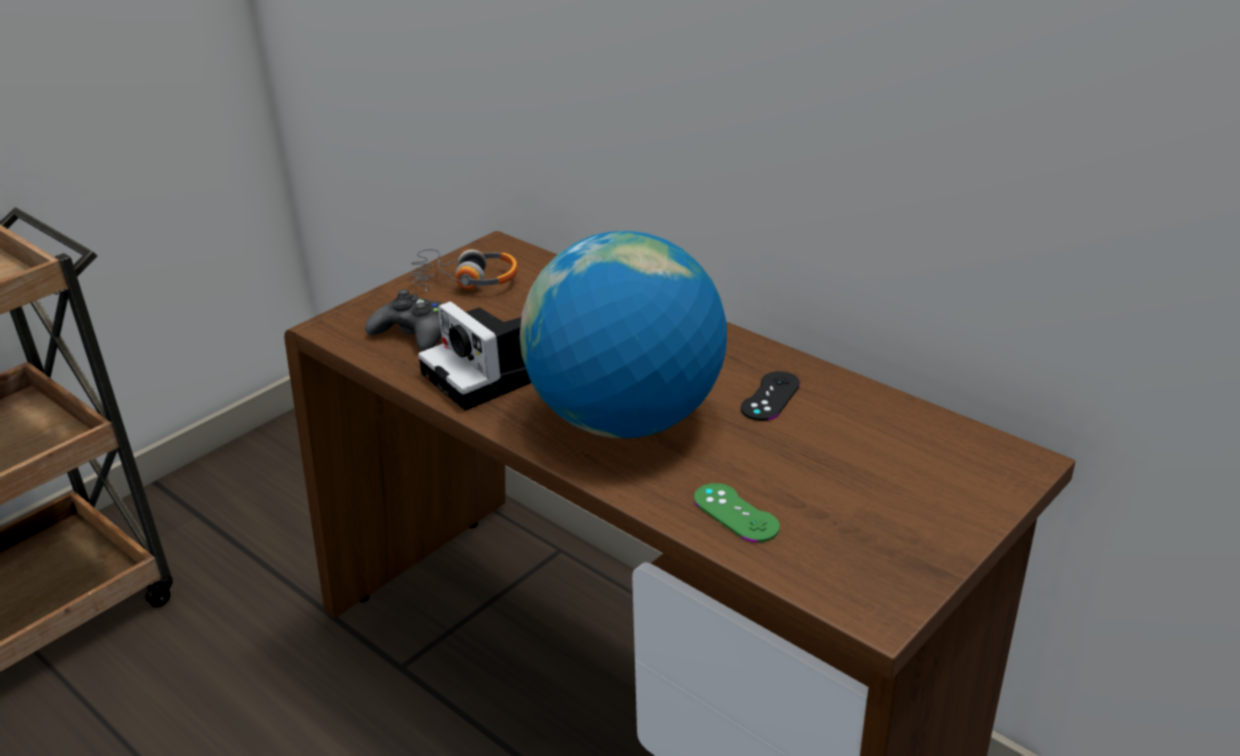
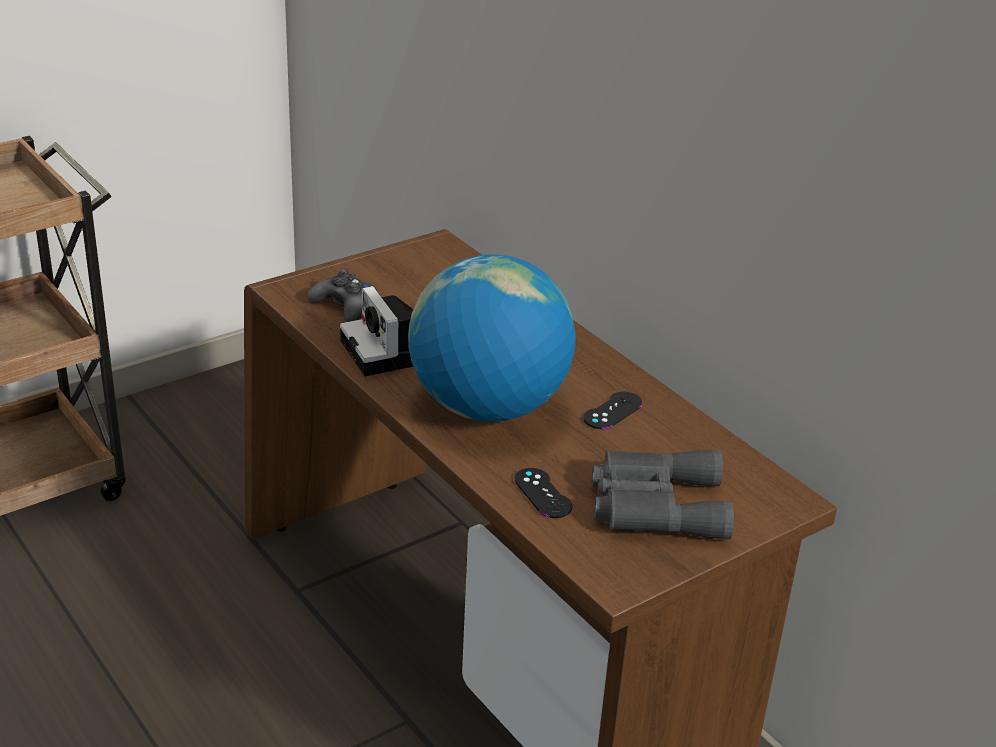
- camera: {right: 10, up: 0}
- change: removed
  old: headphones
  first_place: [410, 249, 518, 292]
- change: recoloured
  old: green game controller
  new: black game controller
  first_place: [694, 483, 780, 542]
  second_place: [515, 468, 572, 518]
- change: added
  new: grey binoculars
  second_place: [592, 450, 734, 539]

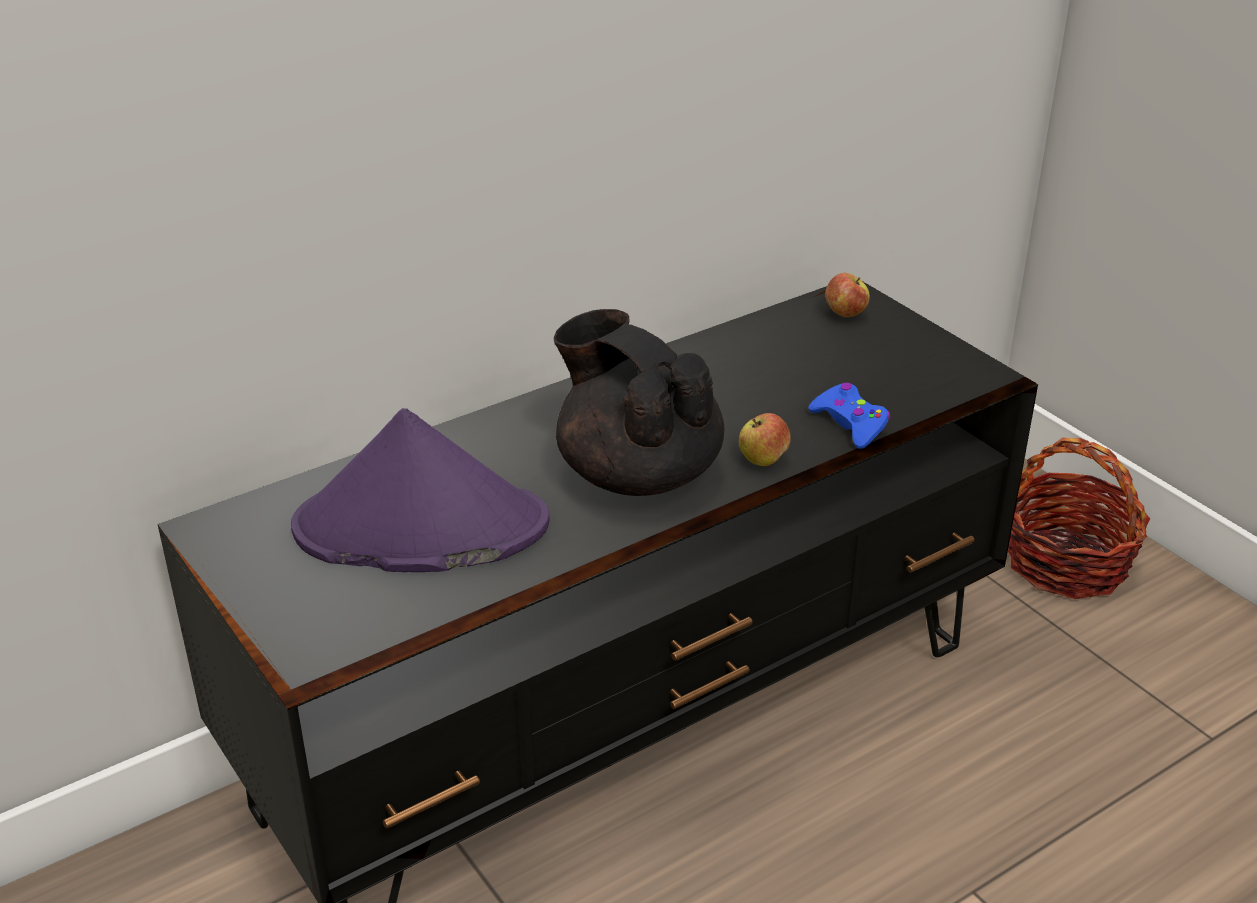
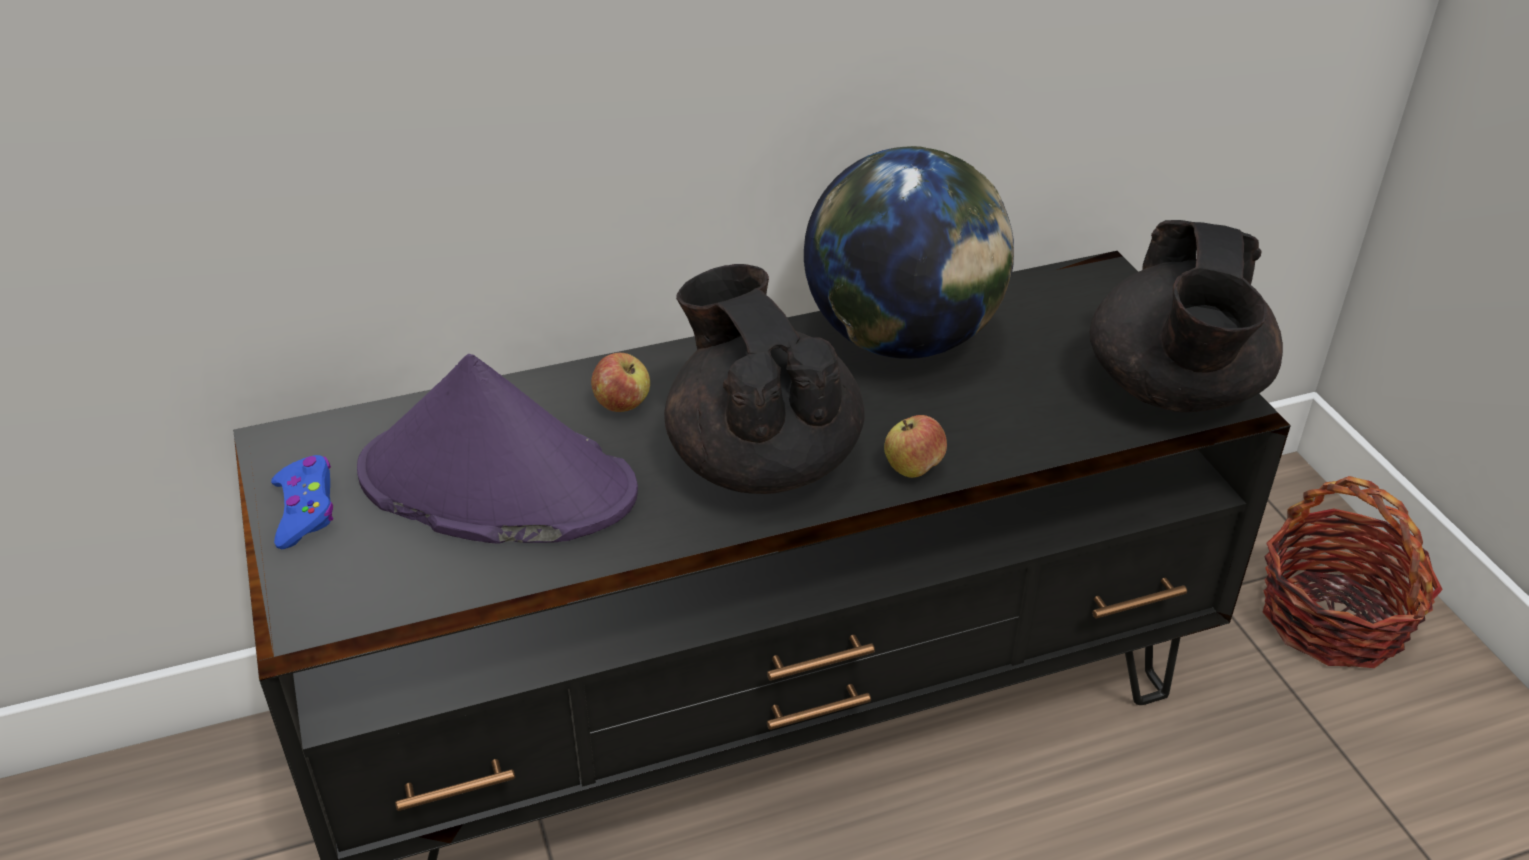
- camera: {right: 15, up: 5}
- change: moved
  old: apple
  first_place: [825, 273, 870, 317]
  second_place: [591, 353, 650, 412]
- change: moved
  old: blue game controller
  first_place: [808, 383, 890, 449]
  second_place: [271, 455, 333, 549]
- change: added
  new: globe
  second_place: [804, 146, 1014, 359]
- change: added
  new: black teapot
  second_place: [1090, 220, 1283, 412]

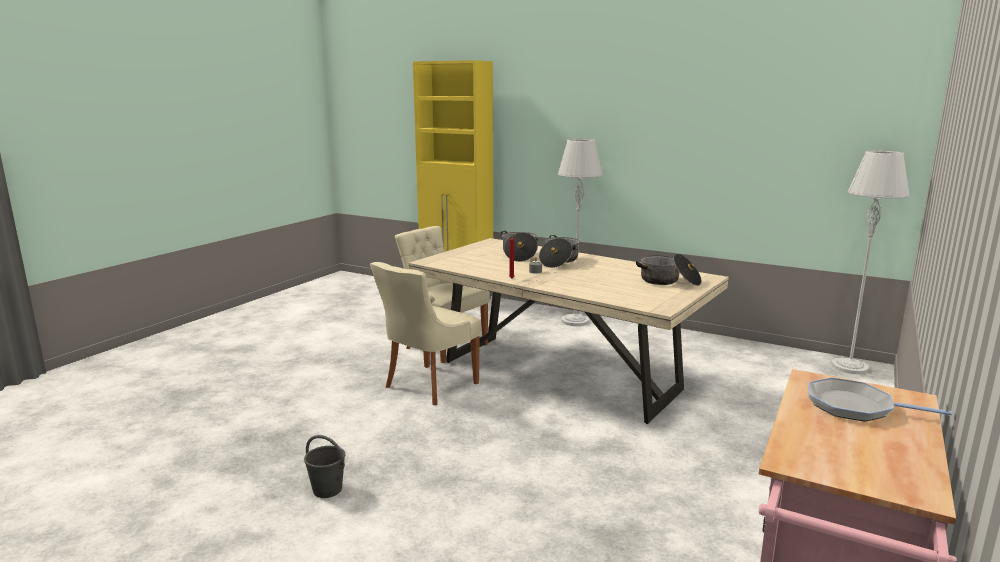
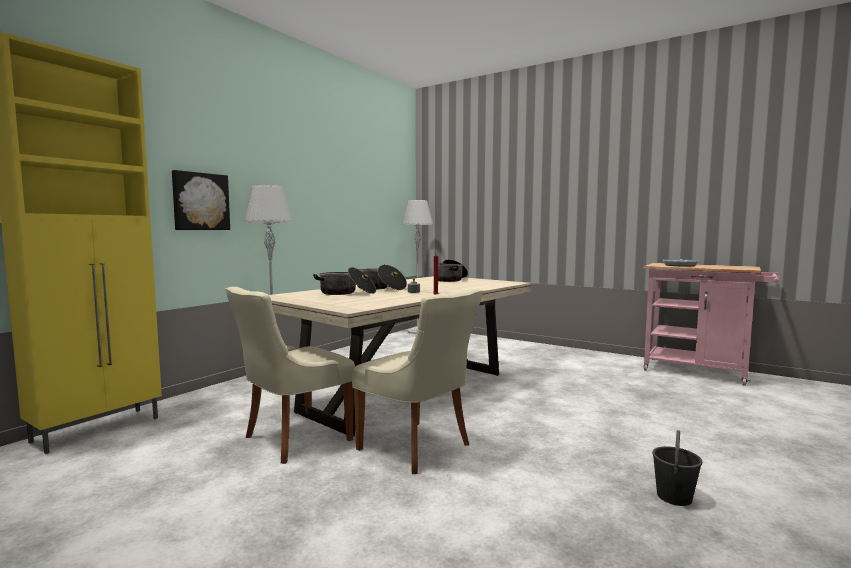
- camera: {right: -85, up: -10}
- change: added
  new: picture
  second_place: [172, 170, 230, 230]

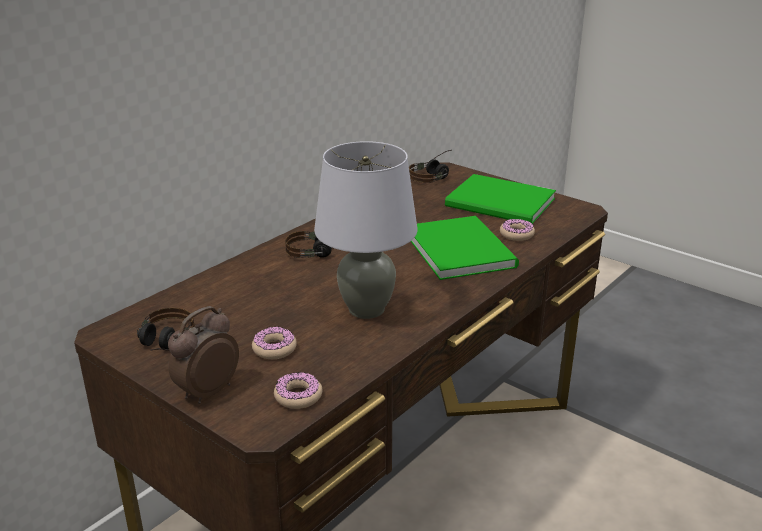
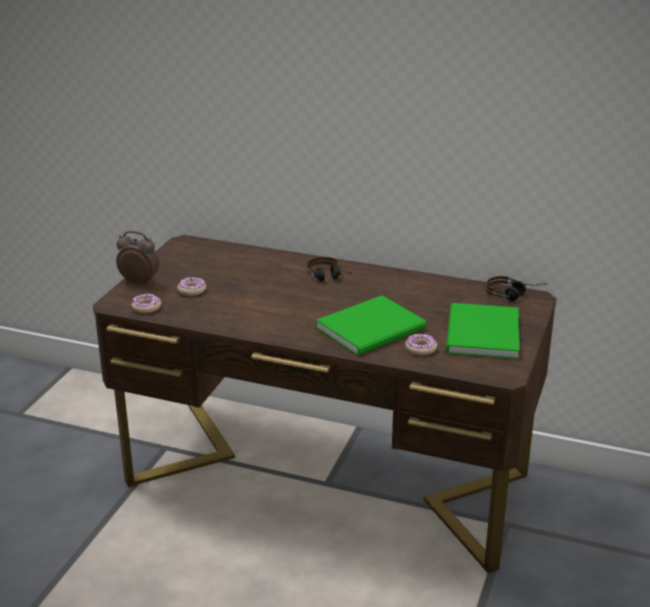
- camera: {right: 70, up: 0}
- change: removed
  old: grey table lamp
  first_place: [314, 141, 418, 319]
- change: removed
  old: headphones
  first_place: [137, 307, 195, 351]

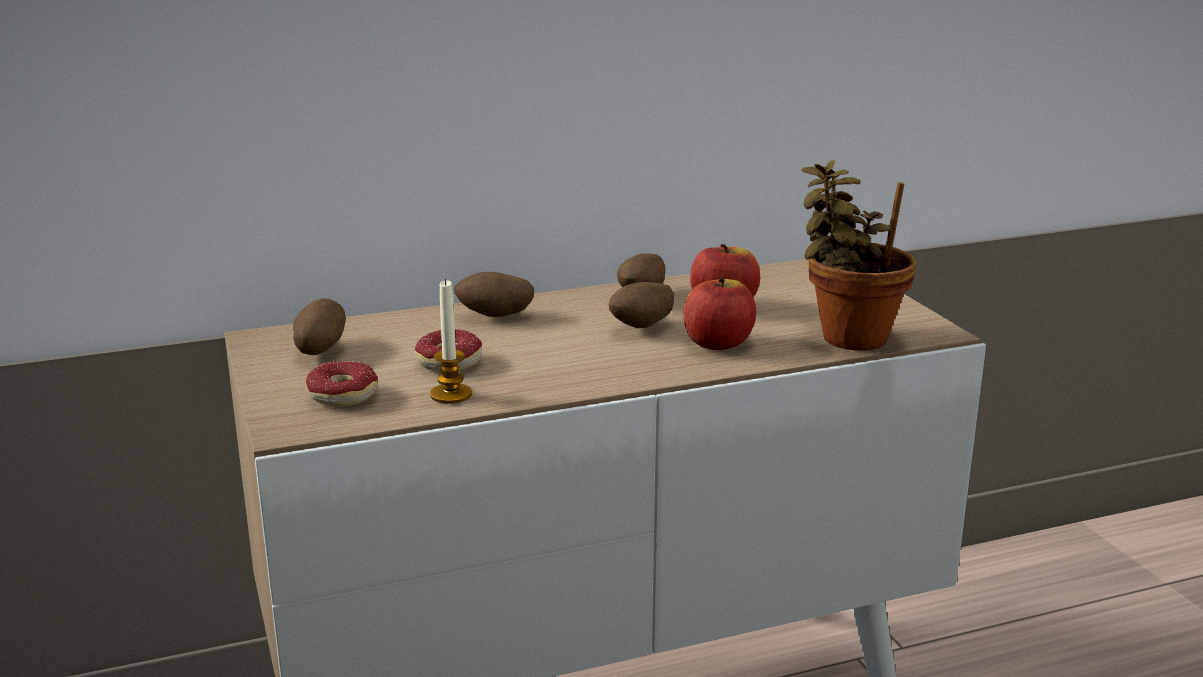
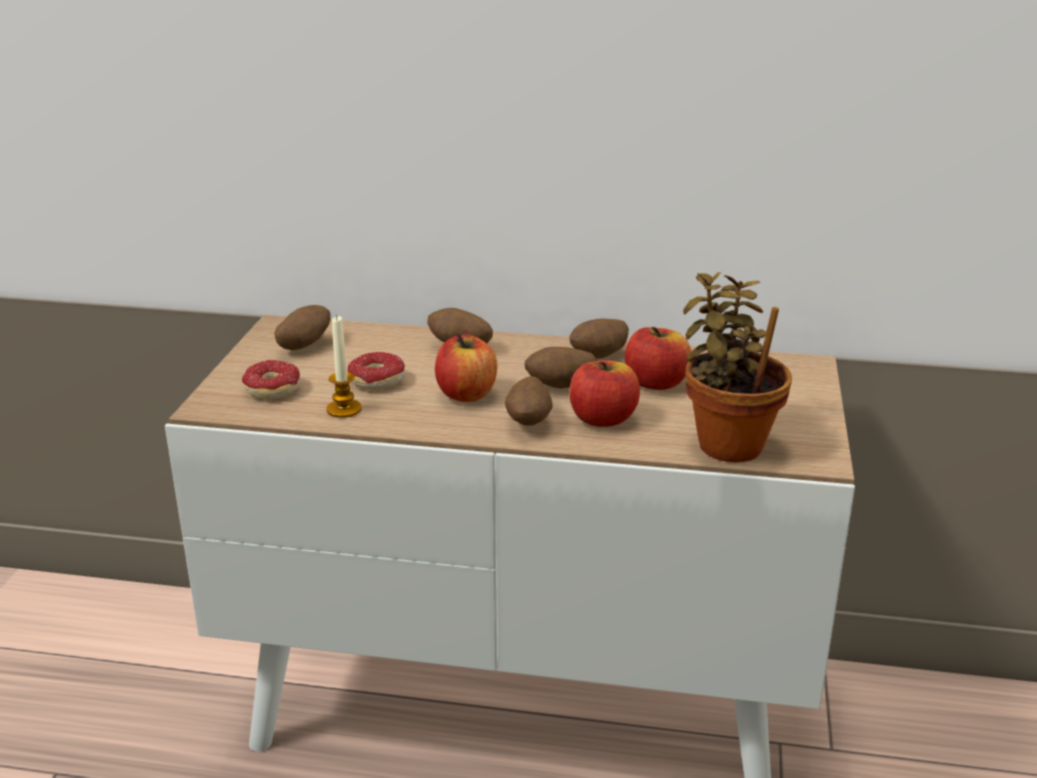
- camera: {right: 30, up: 5}
- change: added
  new: apple
  second_place: [435, 334, 497, 402]
- change: added
  new: potato
  second_place: [505, 376, 553, 426]

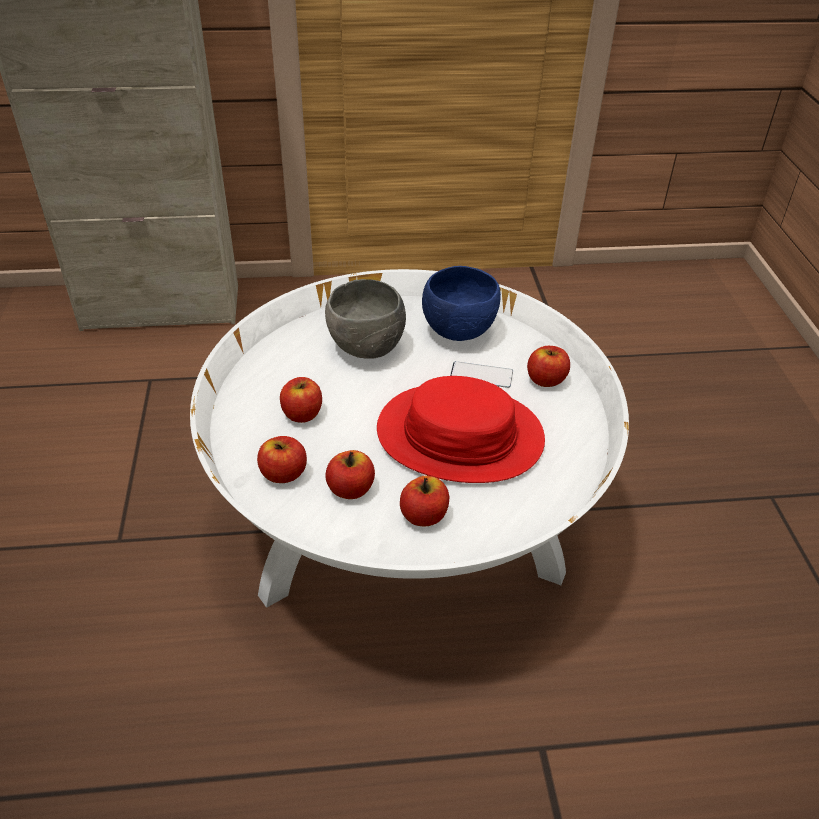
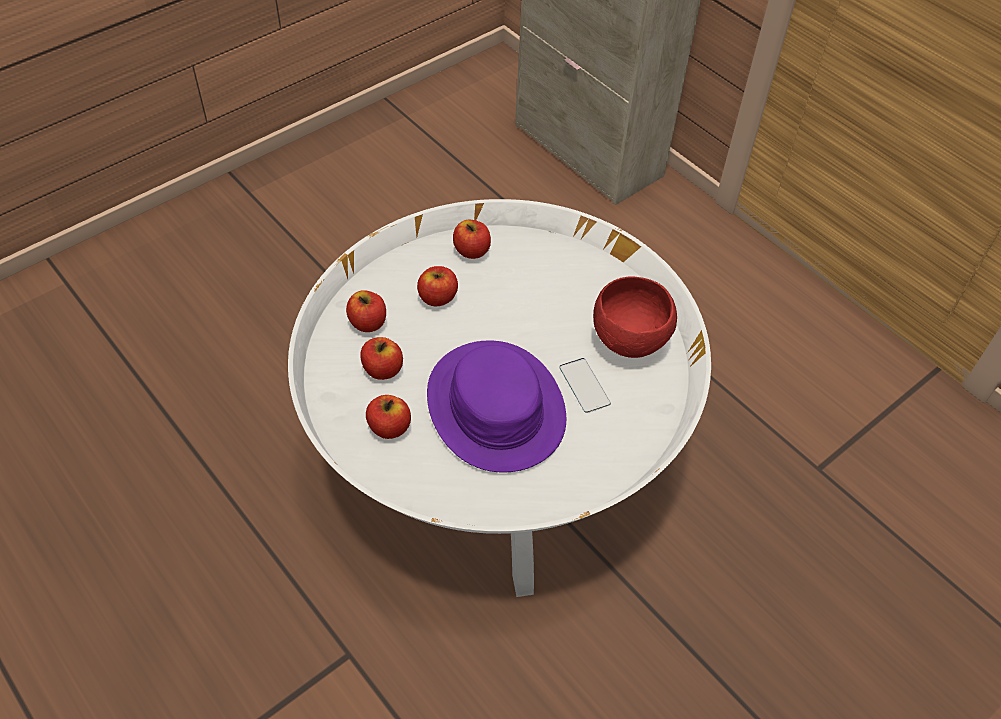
- camera: {right: 55, up: 10}
- change: recoloured
  old: blue bowl
  new: red bowl
  first_place: [422, 266, 501, 341]
  second_place: [593, 276, 677, 358]
- change: removed
  old: grey bowl
  first_place: [325, 279, 406, 359]
- change: moved
  old: apple
  first_place: [527, 346, 570, 387]
  second_place: [453, 220, 491, 259]
- change: recoloured
  old: red hat
  new: purple hat
  first_place: [377, 376, 545, 483]
  second_place: [427, 341, 566, 472]

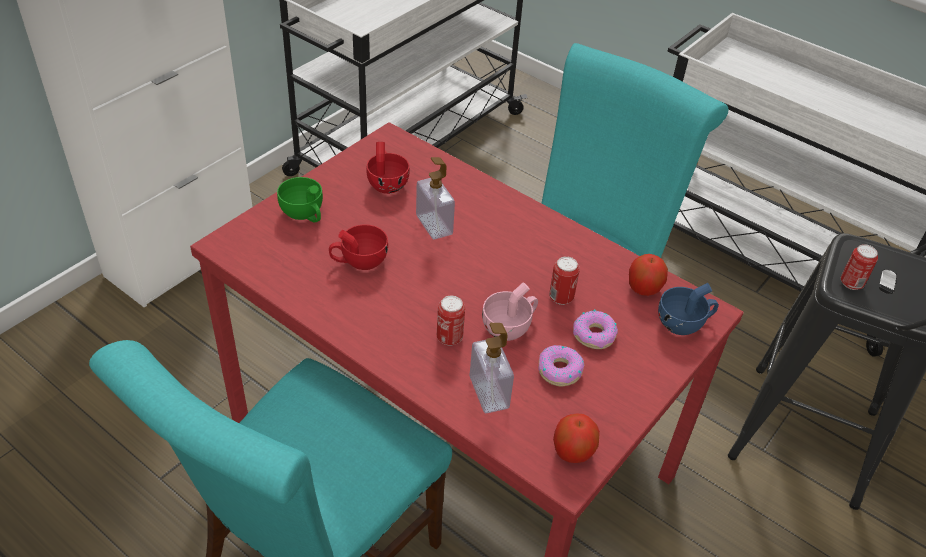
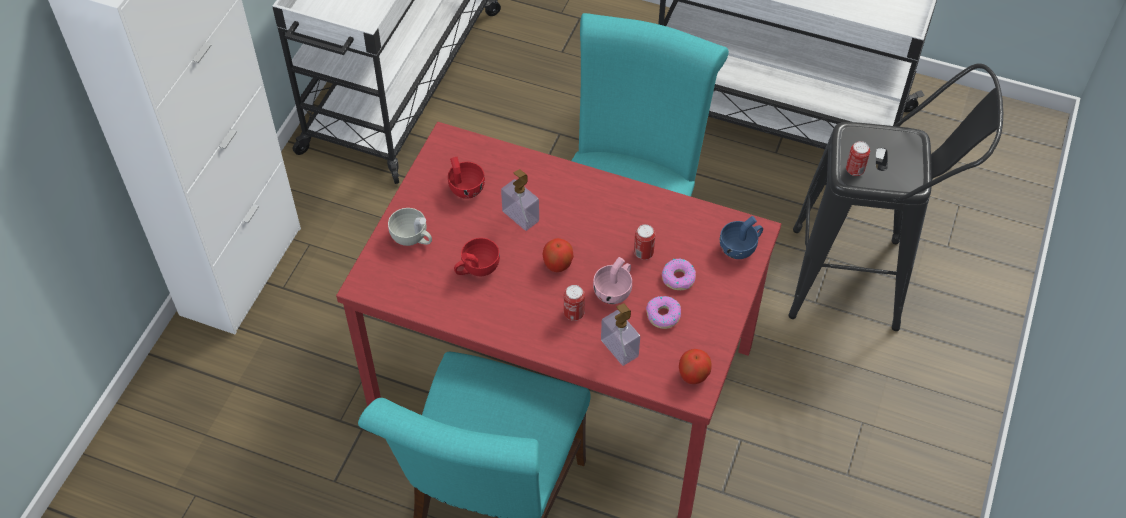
- camera: {right: -15, up: 10}
- change: recoloured
  old: green cup
  new: white cup
  first_place: [277, 177, 323, 223]
  second_place: [388, 208, 432, 246]
- change: moved
  old: apple
  first_place: [629, 254, 668, 296]
  second_place: [542, 238, 574, 272]

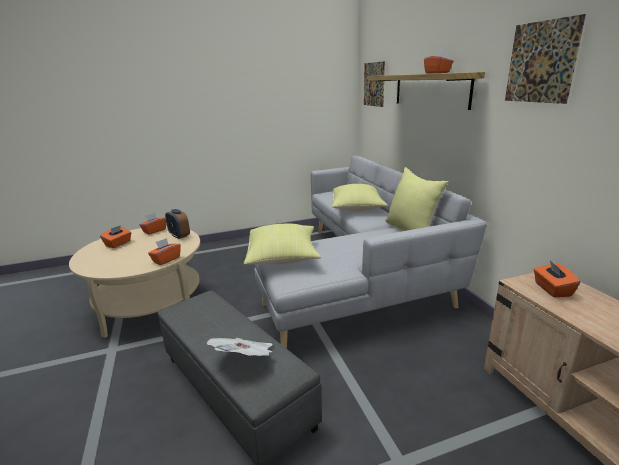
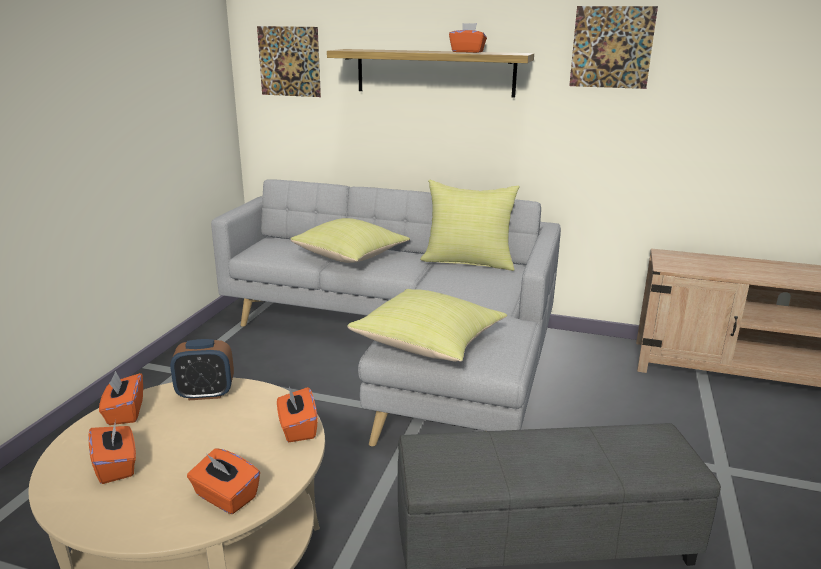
- camera: {right: -55, up: 0}
- change: moved
  old: orange tissue box
  first_place: [534, 261, 580, 297]
  second_place: [187, 448, 260, 514]
- change: removed
  old: newspaper
  first_place: [207, 338, 272, 356]

